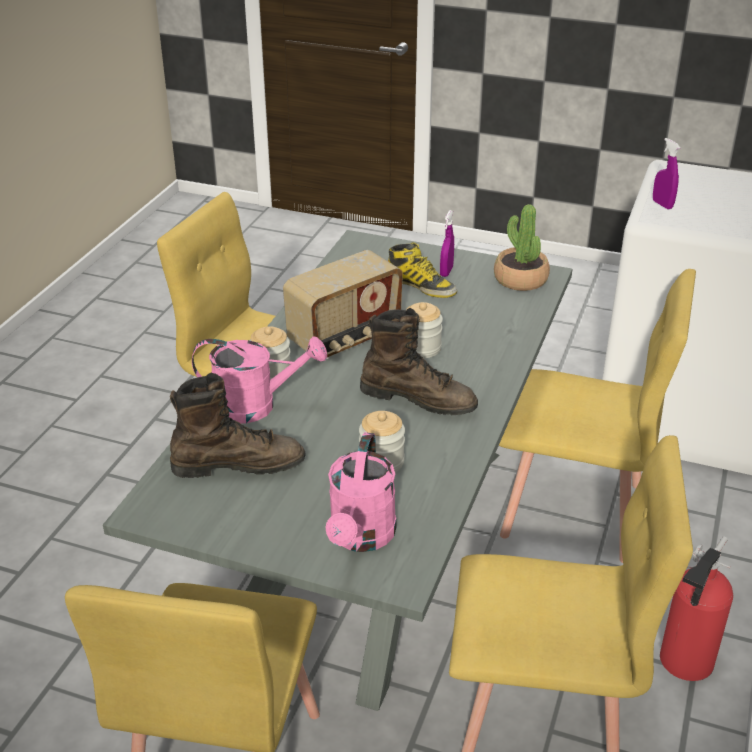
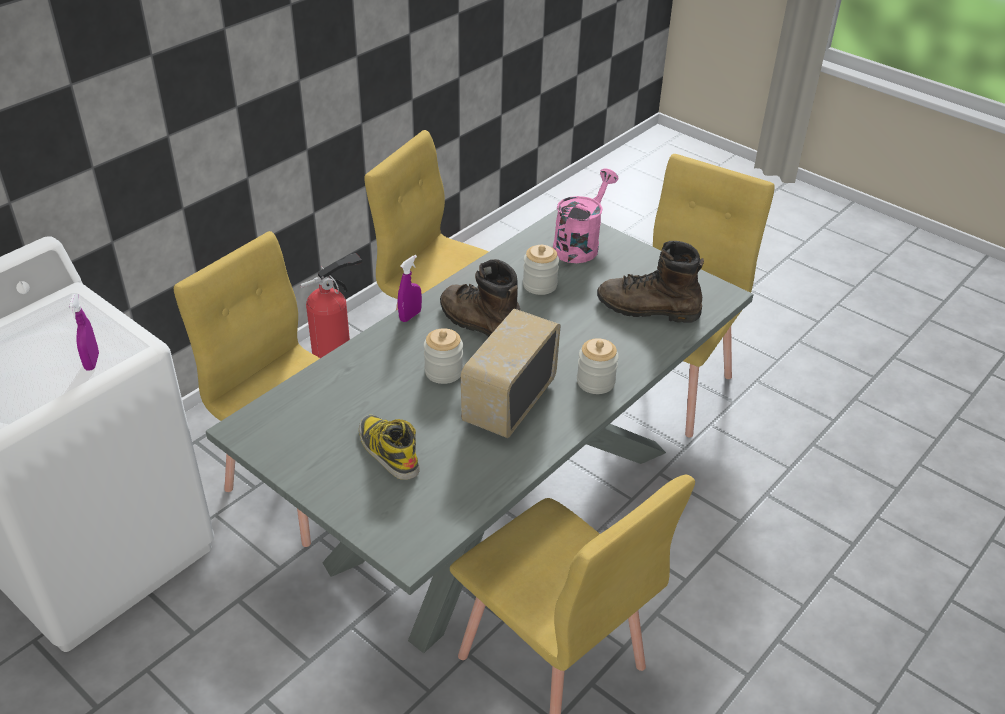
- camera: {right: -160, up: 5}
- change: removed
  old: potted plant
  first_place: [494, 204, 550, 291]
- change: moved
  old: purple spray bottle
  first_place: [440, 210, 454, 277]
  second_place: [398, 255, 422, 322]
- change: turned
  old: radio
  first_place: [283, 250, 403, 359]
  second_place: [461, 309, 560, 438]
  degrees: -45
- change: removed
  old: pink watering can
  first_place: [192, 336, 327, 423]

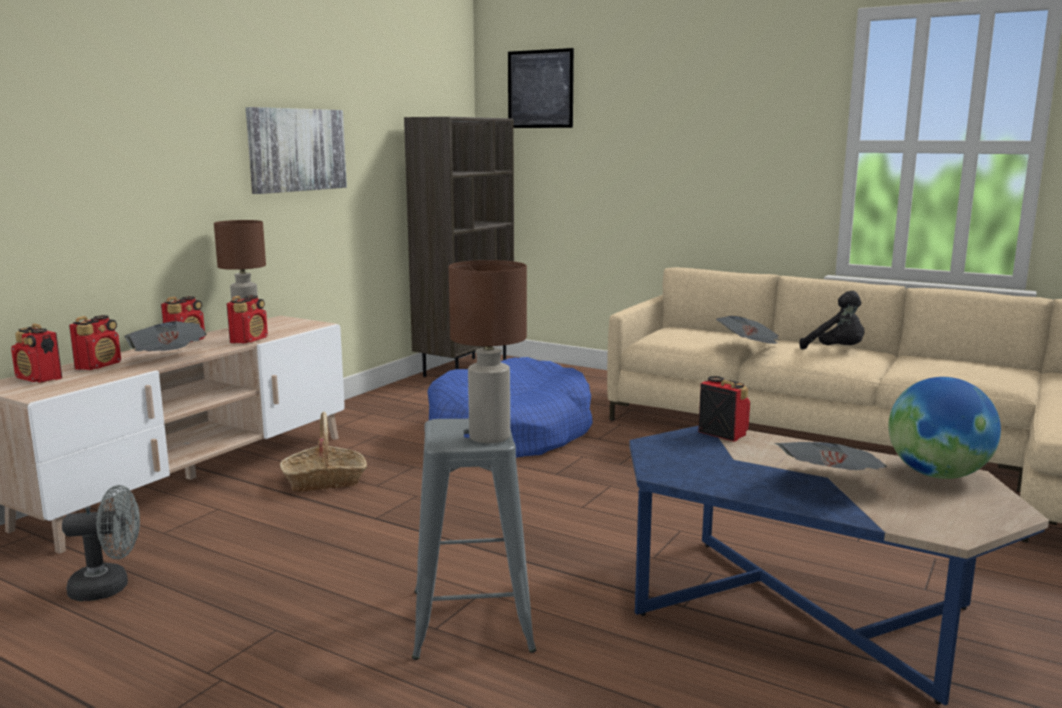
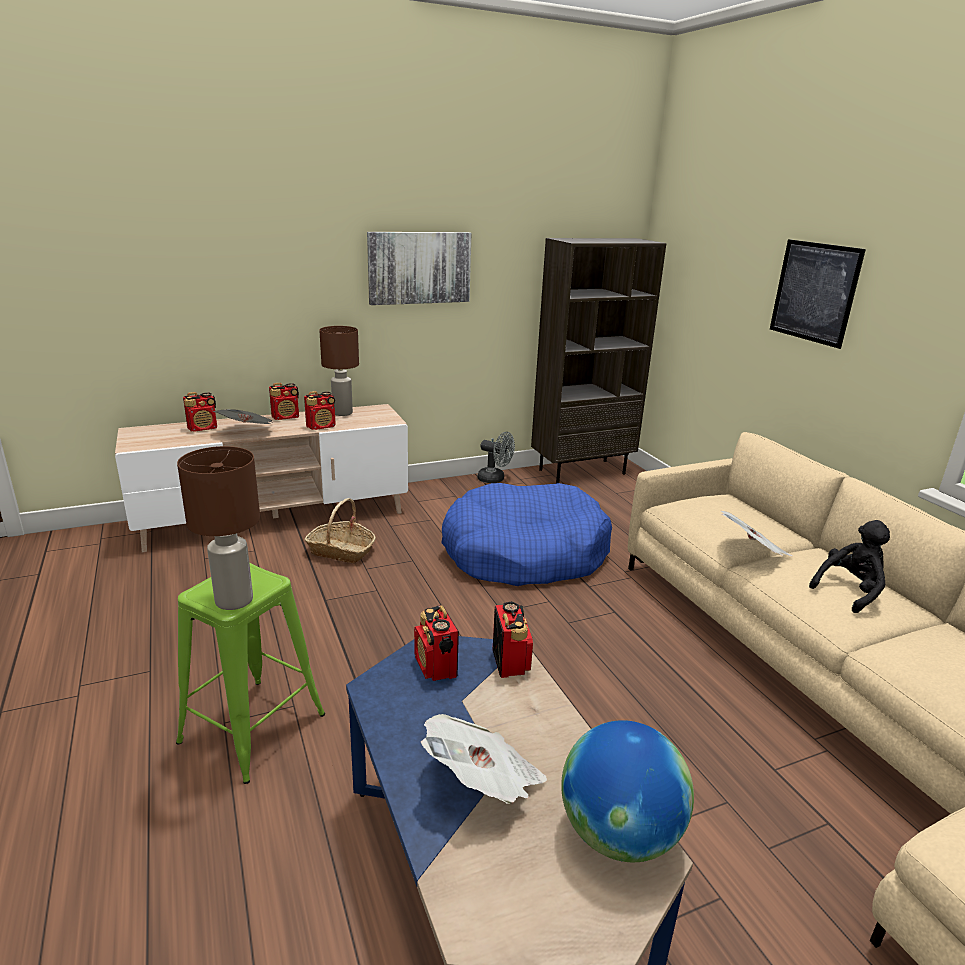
- camera: {right: 35, up: 10}
- change: moved
  old: picture
  first_place: [508, 48, 574, 128]
  second_place: [770, 239, 866, 349]
- change: turned
  old: black plush toy
  first_place: [800, 291, 864, 349]
  second_place: [809, 520, 890, 613]
  degrees: -120
- change: moved
  old: radio
  first_place: [11, 324, 62, 383]
  second_place: [414, 605, 459, 681]
- change: recoloured
  old: grey stool
  new: green stool
  first_place: [412, 419, 536, 660]
  second_place: [176, 563, 325, 784]
- change: moved
  old: grey fan
  first_place: [62, 485, 140, 601]
  second_place: [478, 432, 515, 483]

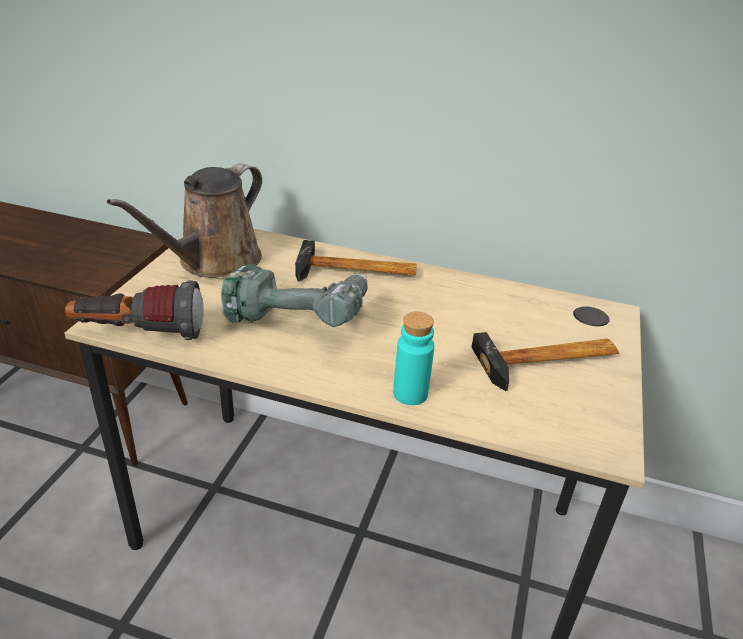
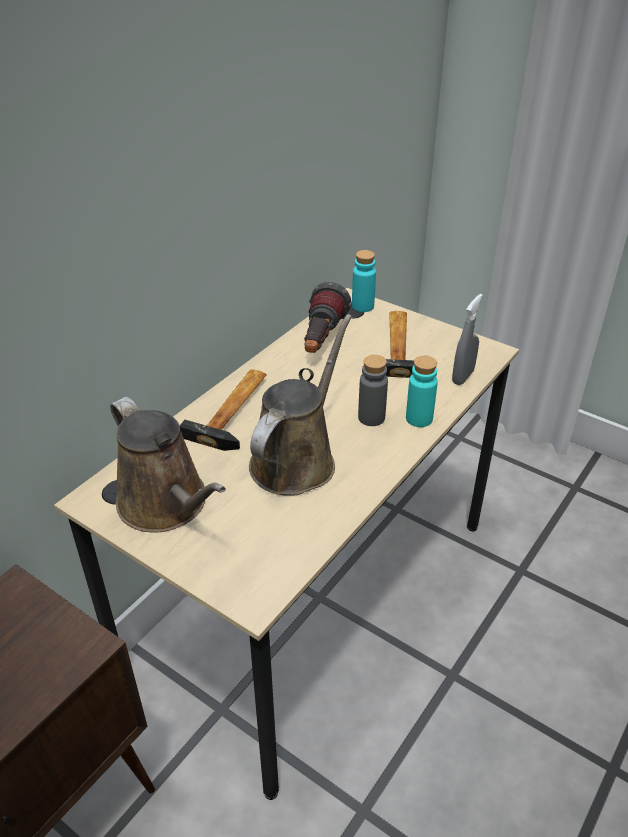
- camera: {right: -70, up: 5}
- change: replaced
  old: power drill
  new: brown watering can
  first_place: [221, 264, 368, 327]
  second_place: [249, 314, 352, 496]
- change: moved
  old: flashlight
  first_place: [65, 280, 204, 340]
  second_place: [304, 282, 352, 353]
- change: added
  new: turquoise bottle
  second_place: [352, 250, 376, 312]
- change: added
  new: grey spray bottle
  second_place: [452, 294, 483, 385]
- change: added
  new: grey bottle
  second_place: [358, 355, 388, 426]

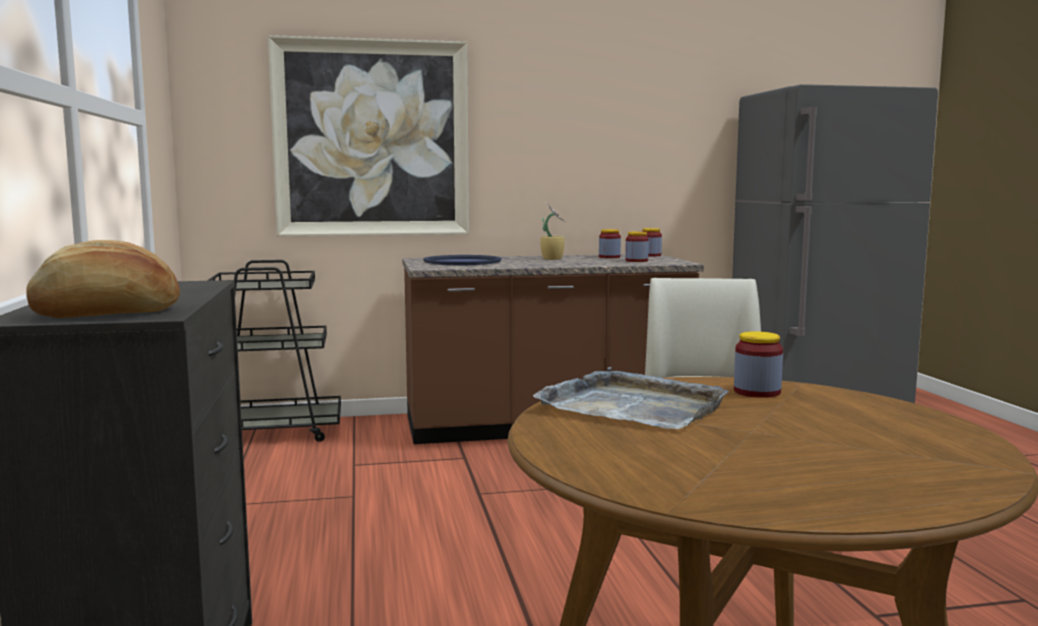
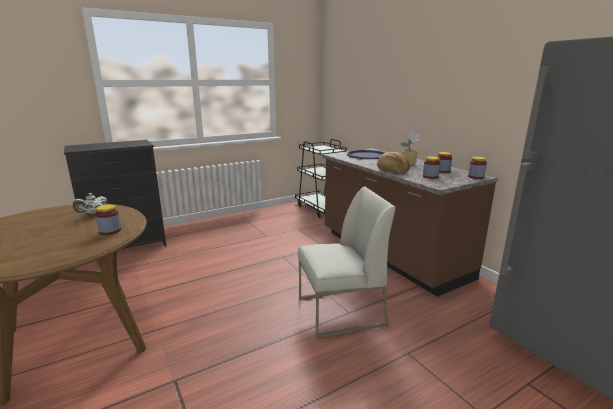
- camera: {right: 70, up: 10}
- change: removed
  old: picture
  first_place: [268, 35, 469, 236]
- change: moved
  old: bread
  first_place: [26, 240, 180, 318]
  second_place: [377, 152, 410, 173]
- change: replaced
  old: grey tray
  new: white teapot
  first_place: [533, 367, 729, 429]
  second_place: [73, 193, 108, 216]

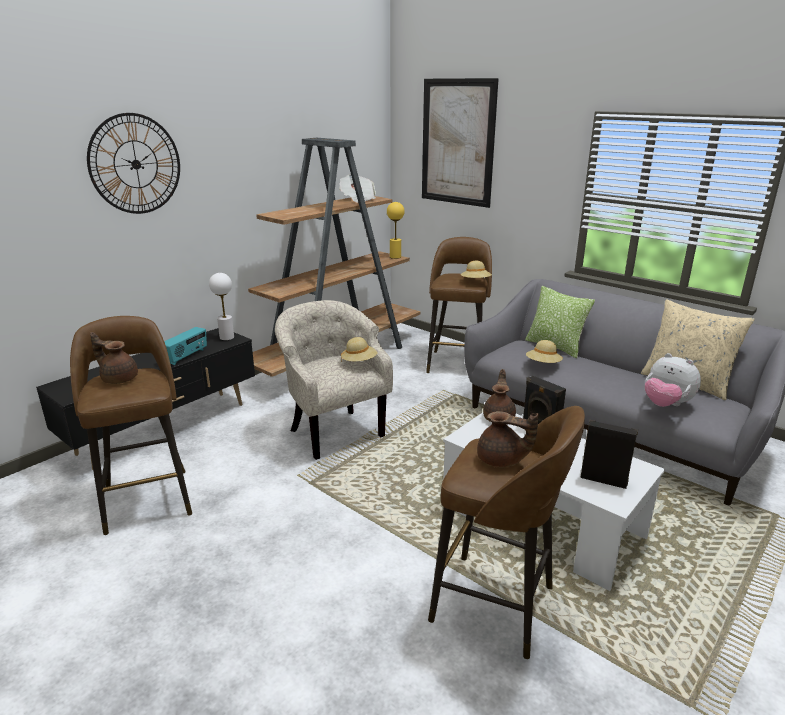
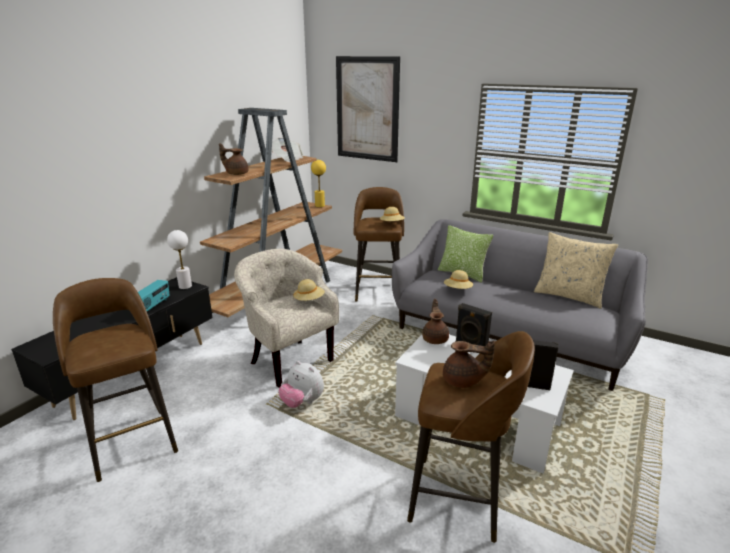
- camera: {right: -10, up: 0}
- change: removed
  old: wall clock
  first_place: [87, 113, 180, 214]
- change: moved
  old: brown teapot
  first_place: [90, 332, 138, 384]
  second_place: [219, 143, 249, 175]
- change: moved
  old: plush toy
  first_place: [645, 353, 701, 407]
  second_place: [279, 361, 324, 408]

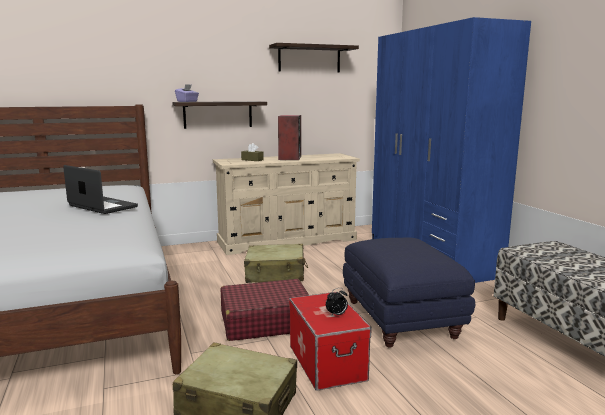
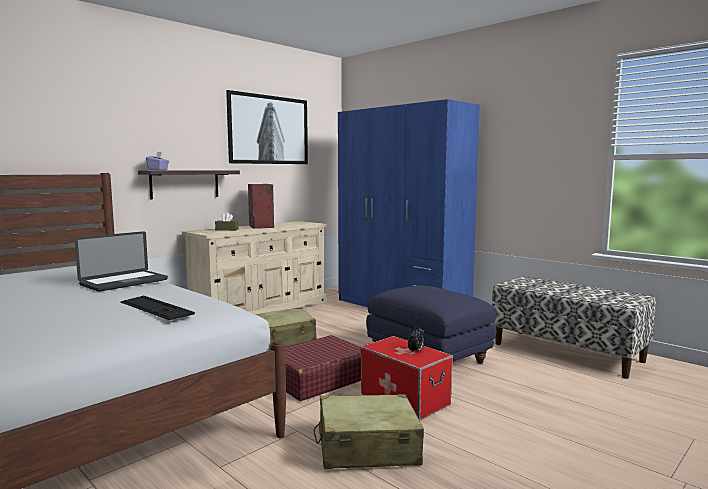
- camera: {right: -25, up: -5}
- change: replaced
  old: shelf
  new: picture
  first_place: [269, 43, 359, 72]
  second_place: [226, 90, 308, 164]
- change: turned
  old: laptop
  first_place: [63, 165, 138, 214]
  second_place: [75, 231, 168, 292]
  degrees: 120
- change: added
  new: keyboard
  second_place: [120, 296, 195, 320]

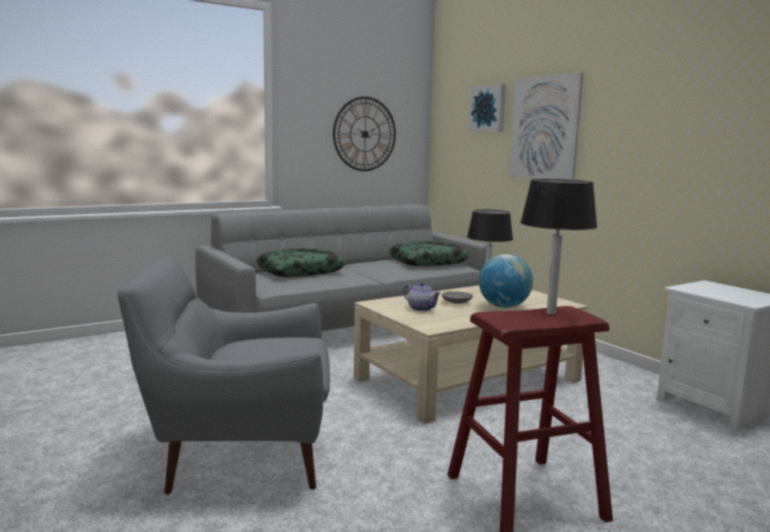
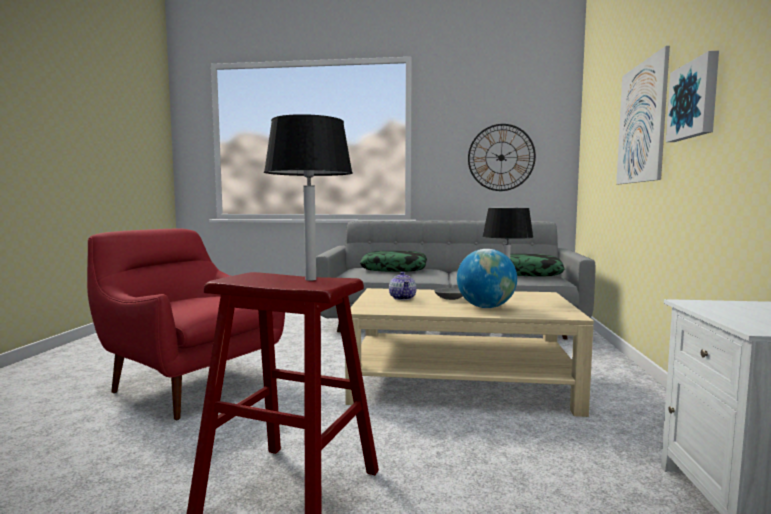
- camera: {right: 40, up: -5}
- change: moved
  old: picture
  first_place: [469, 84, 506, 132]
  second_place: [666, 51, 719, 142]
- change: recoloured
  old: grey armchair
  new: red armchair
  first_place: [118, 258, 330, 495]
  second_place: [87, 228, 285, 420]

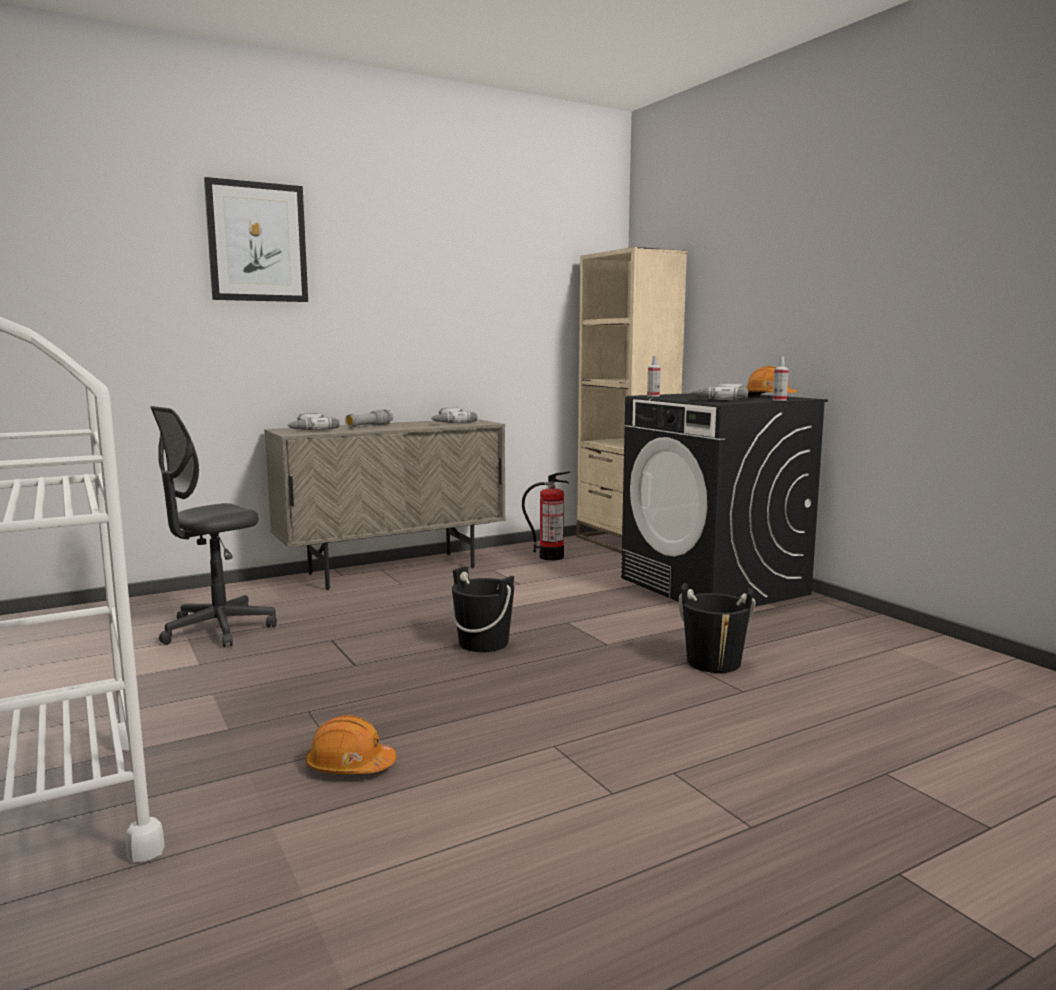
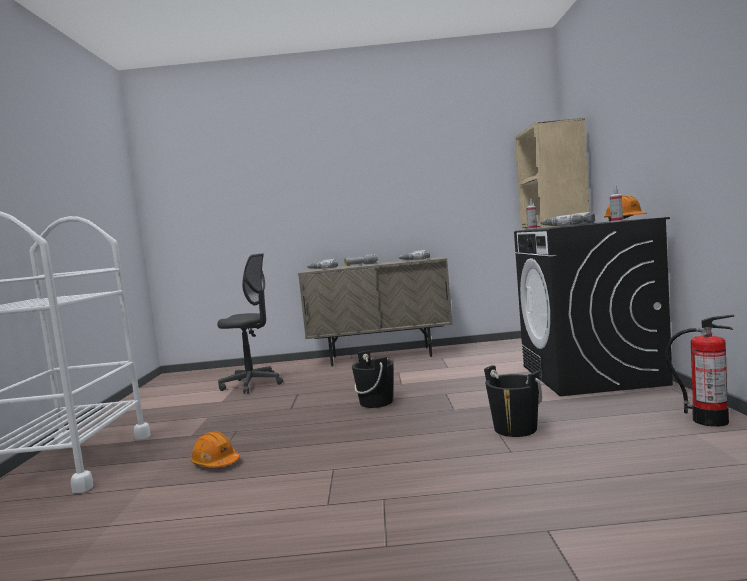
- camera: {right: 30, up: -5}
- change: removed
  old: picture
  first_place: [204, 177, 308, 302]
- change: turned
  old: grey office chair
  first_place: [150, 406, 277, 647]
  second_place: [217, 253, 283, 394]
  degrees: -150
- change: moved
  old: fire extinguisher
  first_place: [522, 471, 570, 560]
  second_place: [665, 315, 735, 427]

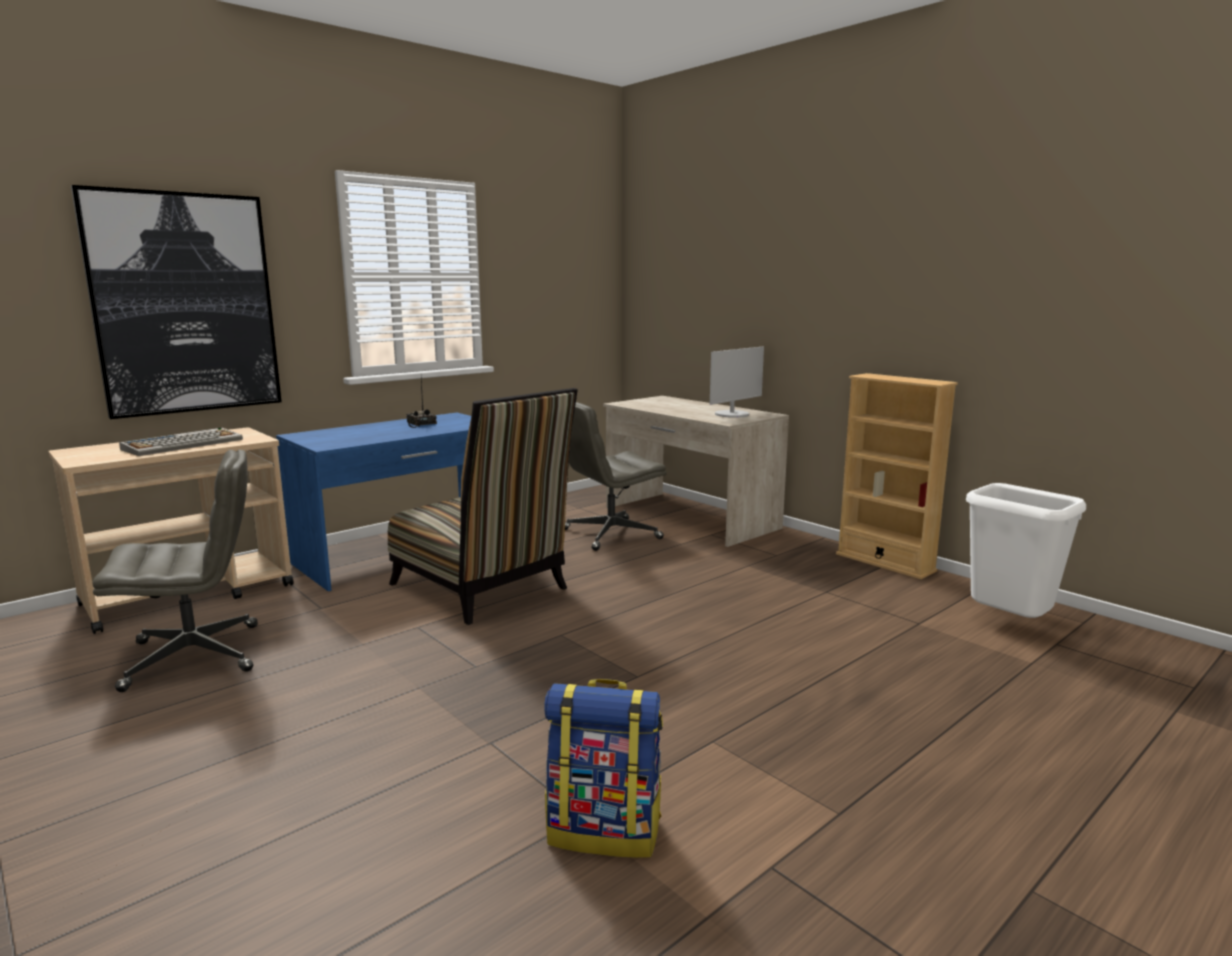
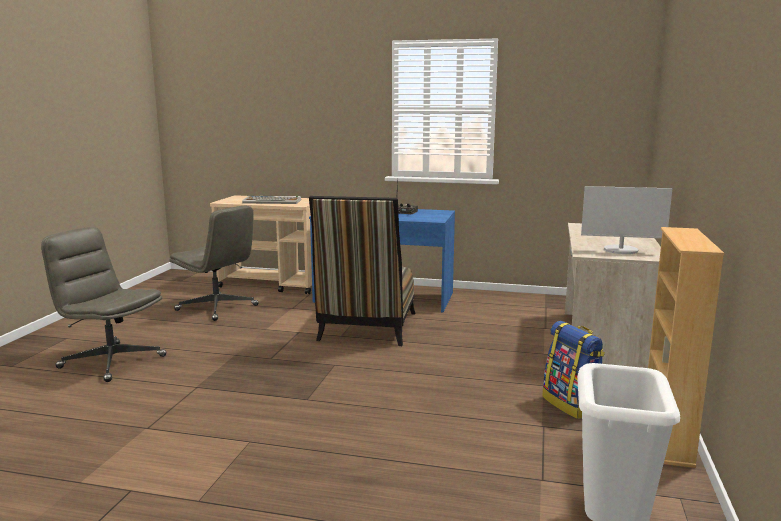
- camera: {right: 55, up: 0}
- change: removed
  old: picture
  first_place: [71, 185, 282, 419]
- change: moved
  old: grey office chair
  first_place: [565, 402, 666, 551]
  second_place: [41, 227, 166, 382]
- change: moved
  old: backpack
  first_place: [544, 679, 663, 858]
  second_place: [542, 321, 605, 419]

